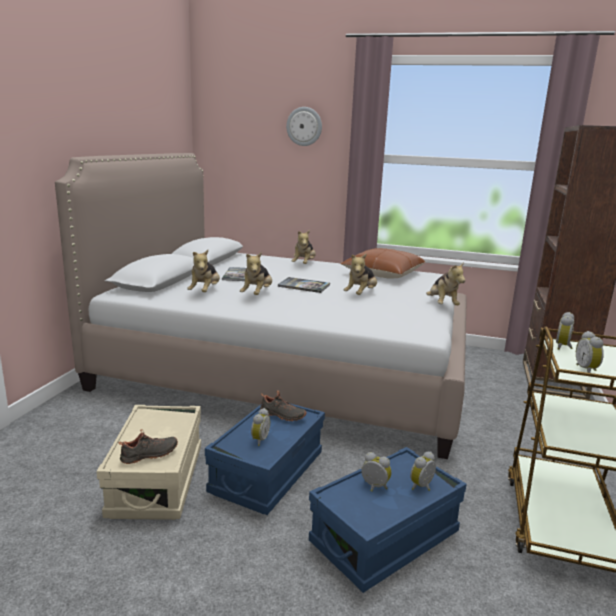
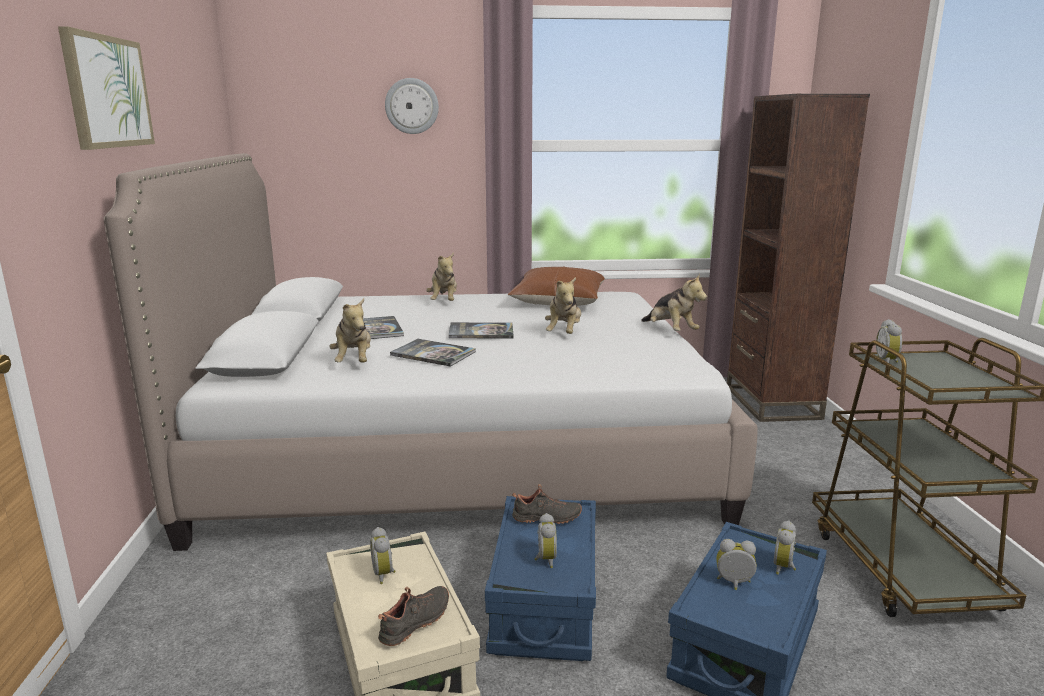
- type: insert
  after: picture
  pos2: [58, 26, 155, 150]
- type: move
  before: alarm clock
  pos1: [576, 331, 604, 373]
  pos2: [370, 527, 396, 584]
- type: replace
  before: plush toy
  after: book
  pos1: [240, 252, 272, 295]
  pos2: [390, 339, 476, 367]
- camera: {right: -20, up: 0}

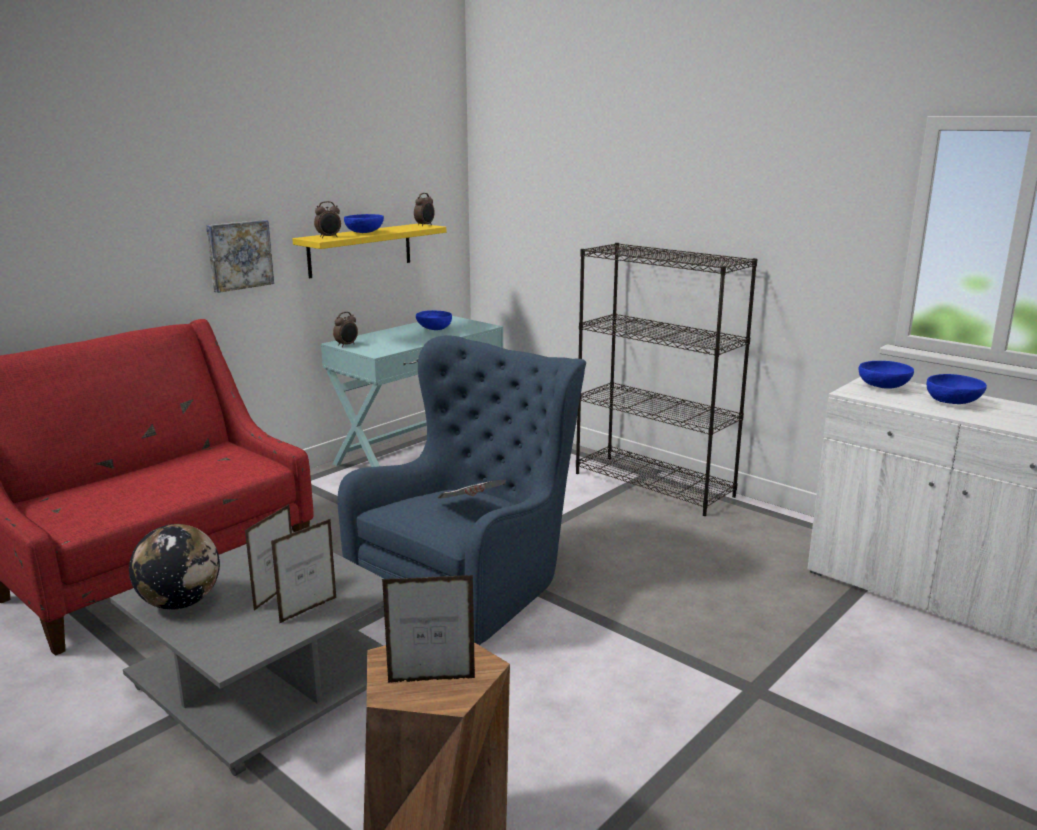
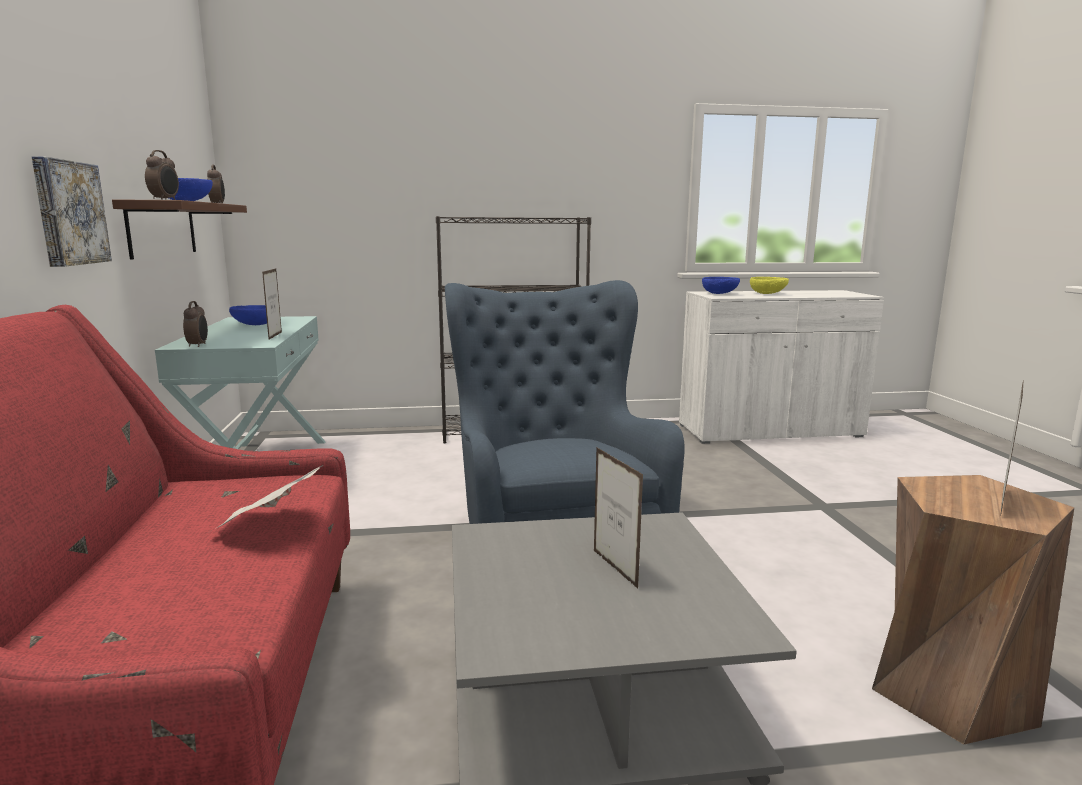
- type: recolor
  before: shelf in yellow
  after: shelf in brown
  pos1: [292, 224, 446, 278]
  pos2: [112, 199, 247, 260]
- type: move
  before: newspaper
  pos1: [437, 480, 506, 499]
  pos2: [217, 465, 323, 528]
- type: move
  before: picture frame
  pos1: [271, 519, 337, 623]
  pos2: [262, 269, 282, 340]
- type: recolor
  before: bowl in blue
  after: bowl in yellow
  pos1: [926, 374, 987, 404]
  pos2: [750, 277, 789, 294]
- type: delete
  before: globe
  pos1: [129, 524, 220, 610]
- camera: {right: -50, up: -5}

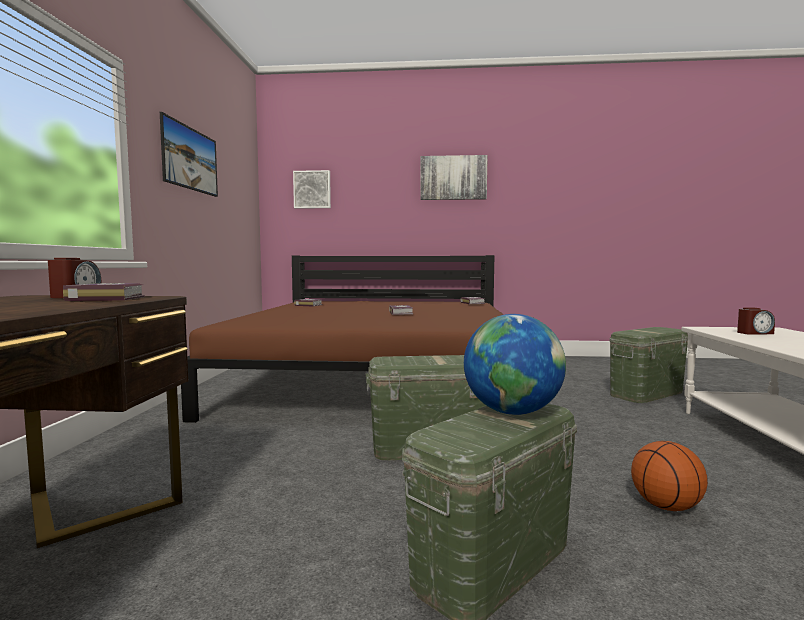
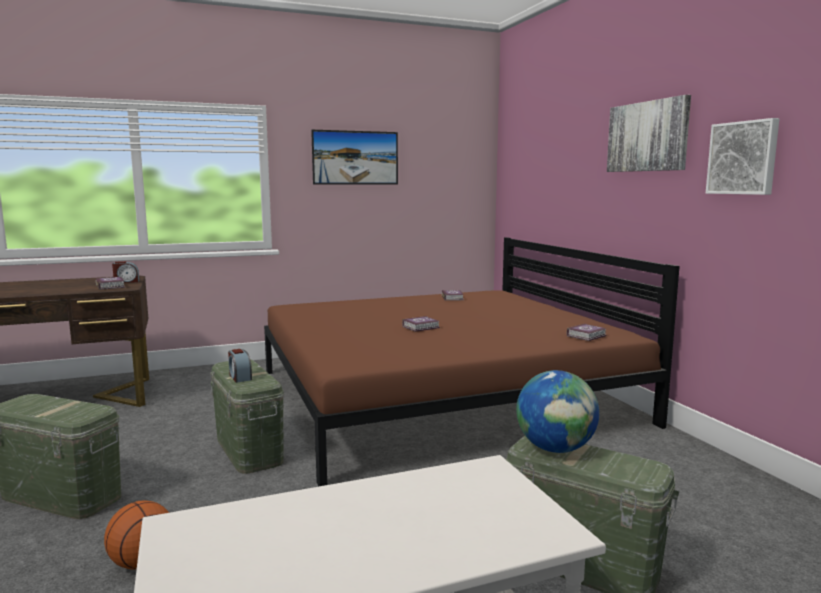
- type: move
  before: alarm clock
  pos1: [737, 308, 775, 335]
  pos2: [228, 349, 252, 383]
- type: move
  before: globe
  pos1: [464, 314, 566, 415]
  pos2: [516, 370, 599, 453]
- type: move
  before: picture
  pos1: [293, 170, 331, 209]
  pos2: [706, 118, 779, 195]
- camera: {right: 65, up: 5}

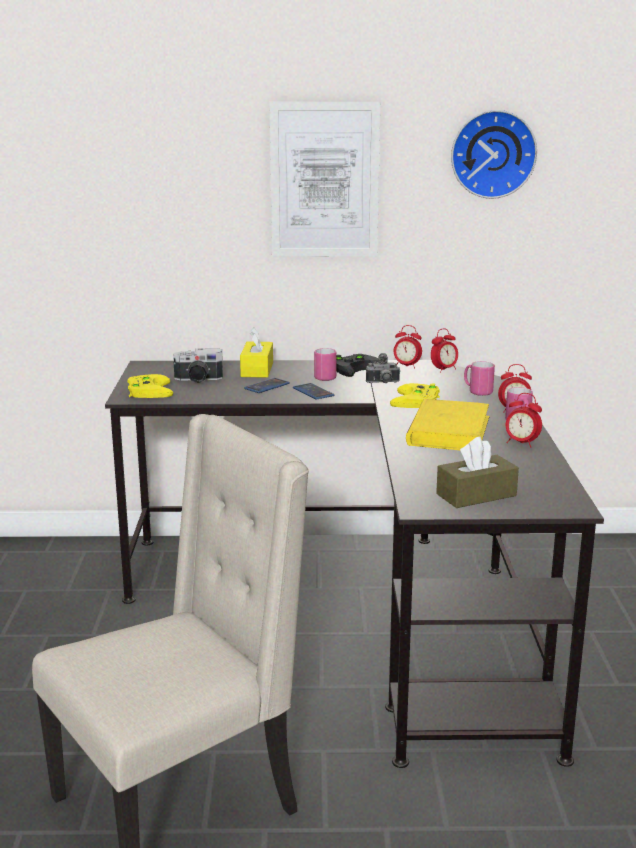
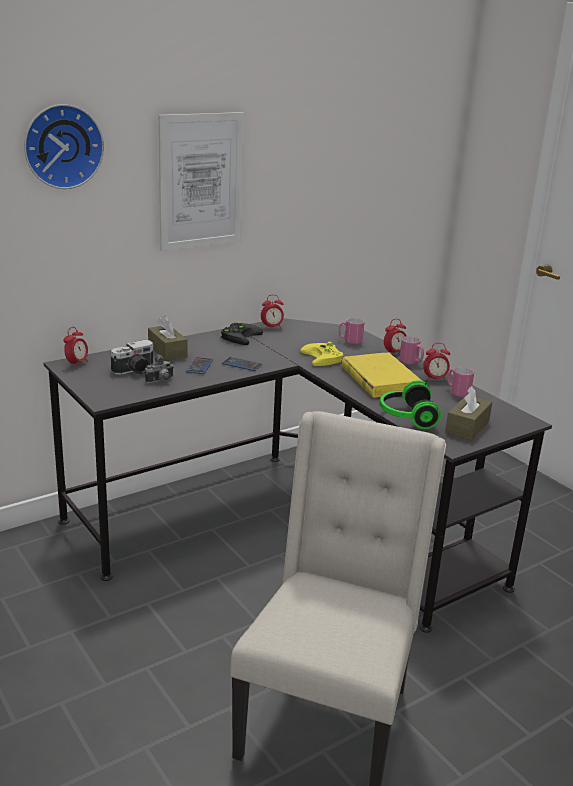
- type: move
  before: wall clock
  pos1: [451, 110, 537, 199]
  pos2: [24, 104, 104, 189]
- type: move
  before: alarm clock
  pos1: [431, 328, 458, 373]
  pos2: [64, 327, 88, 368]
- type: move
  before: photo camera
  pos1: [366, 353, 400, 383]
  pos2: [145, 354, 173, 383]
- type: recolor
  before: tissue box in yellow
  after: tissue box in brown
  pos1: [240, 327, 273, 378]
  pos2: [148, 316, 187, 361]
- type: insert
  after: headphones
  pos2: [380, 376, 441, 429]
- type: move
  before: mug in pink
  pos1: [314, 348, 337, 381]
  pos2: [447, 367, 474, 398]
- type: delete
  before: game controller in yellow
  pos1: [127, 374, 173, 398]
- camera: {right: -35, up: 5}

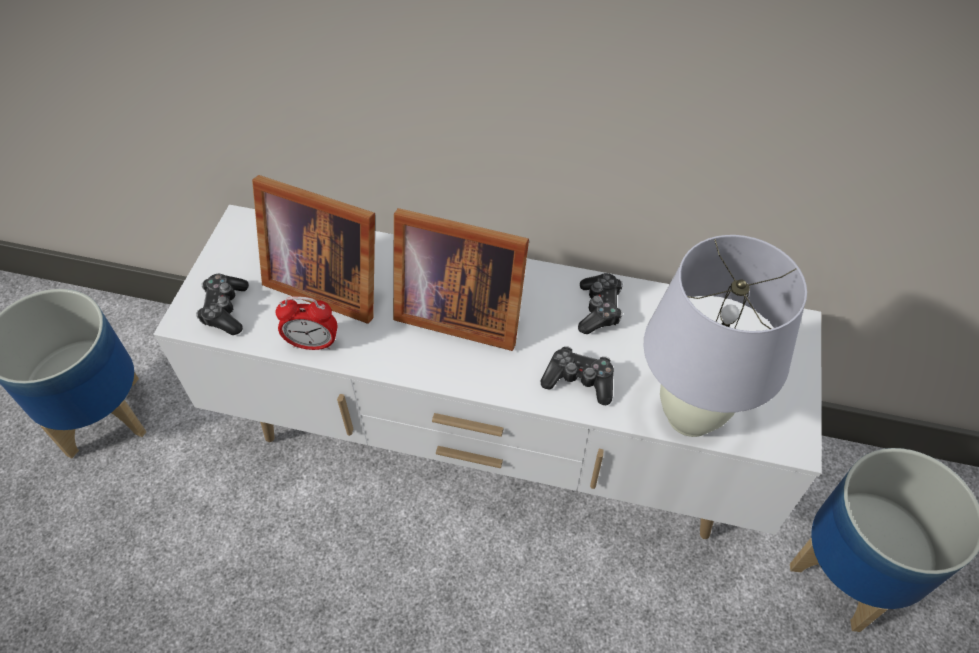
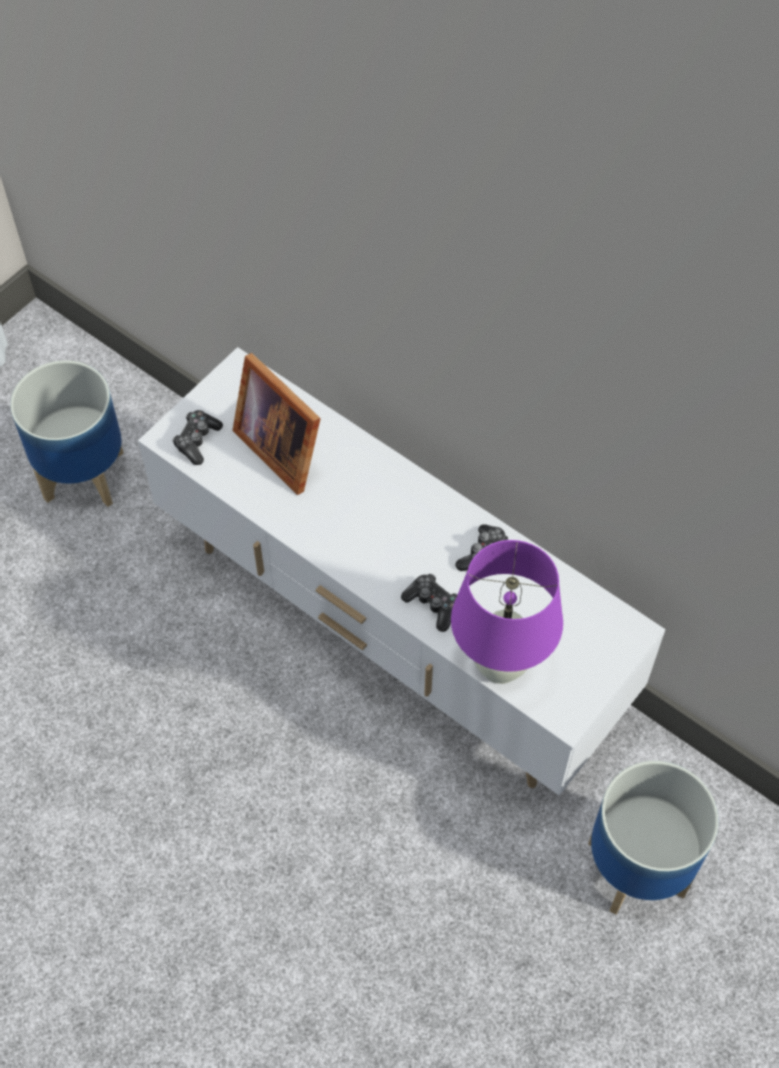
- type: recolor
  before: table lamp in white
  after: table lamp in purple
  pos1: [643, 235, 807, 437]
  pos2: [451, 540, 563, 684]
- type: delete
  before: alarm clock
  pos1: [275, 296, 337, 350]
- type: delete
  before: picture frame
  pos1: [393, 208, 529, 351]
- camera: {right: 25, up: 5}

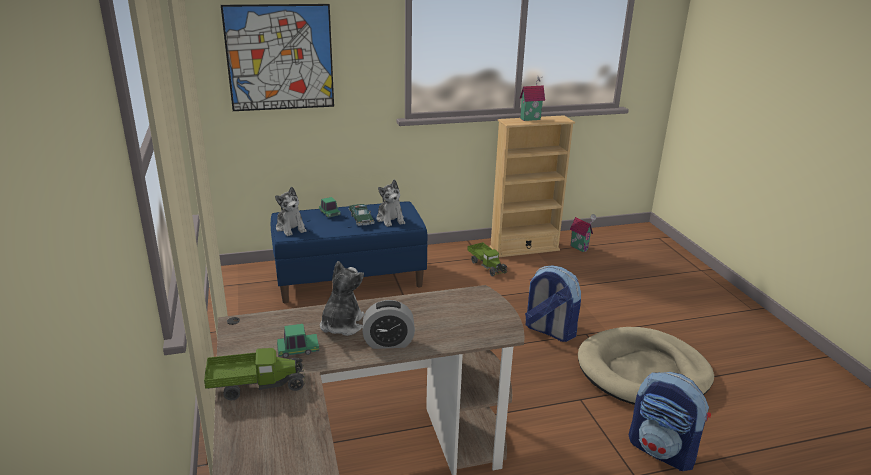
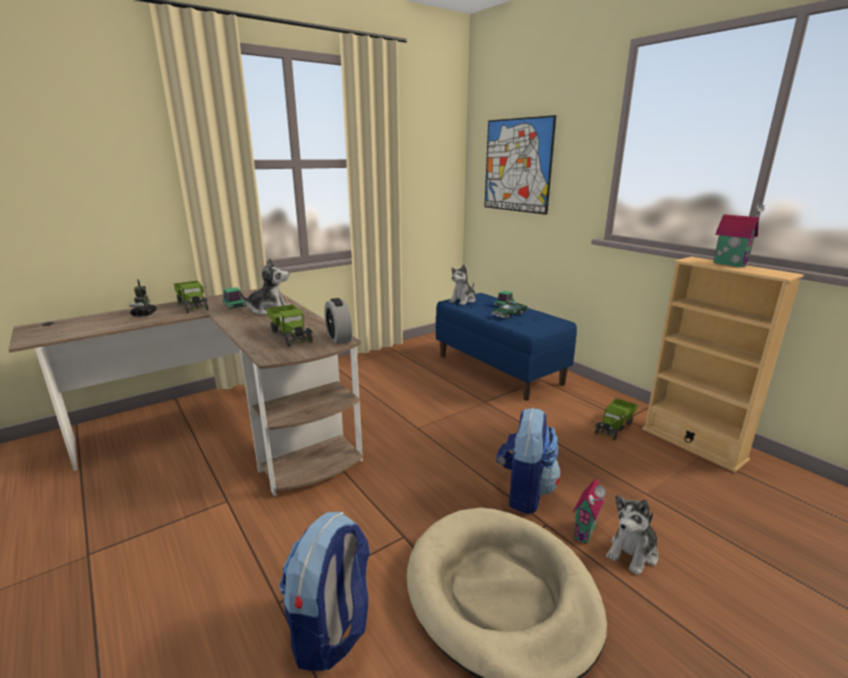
- type: insert
  after: toy robot
  pos2: [129, 280, 157, 317]
- type: insert
  after: toy truck
  pos2: [267, 304, 313, 347]
- type: move
  before: alarm clock
  pos1: [363, 300, 415, 349]
  pos2: [324, 298, 352, 344]
- type: move
  before: toy house
  pos1: [570, 214, 596, 252]
  pos2: [573, 478, 606, 544]
- type: move
  before: plush toy
  pos1: [377, 179, 405, 227]
  pos2: [606, 495, 658, 575]
- camera: {right: 70, up: -5}

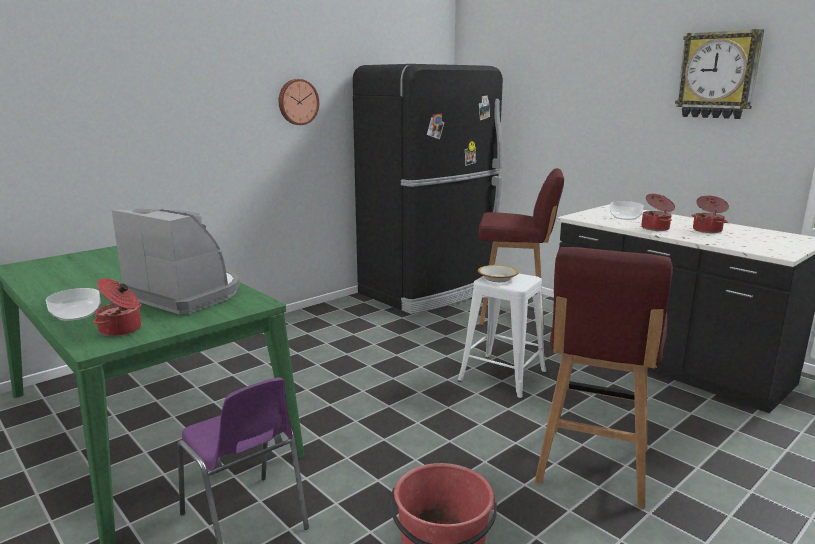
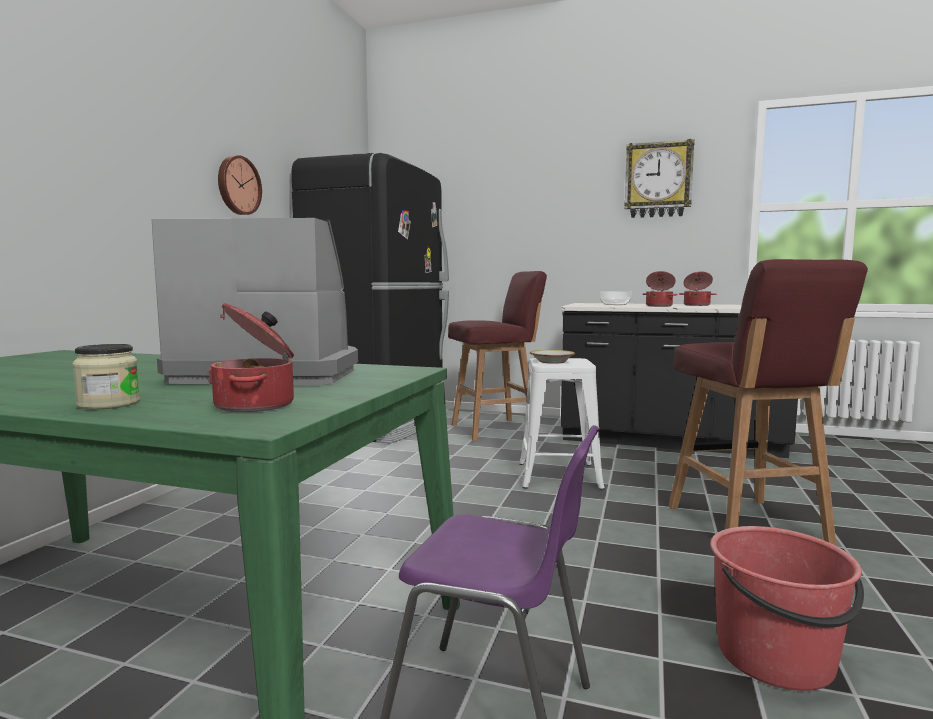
- type: replace
  before: bowl
  after: jar
  pos1: [46, 288, 101, 321]
  pos2: [72, 344, 140, 410]
- camera: {right: -30, up: -10}

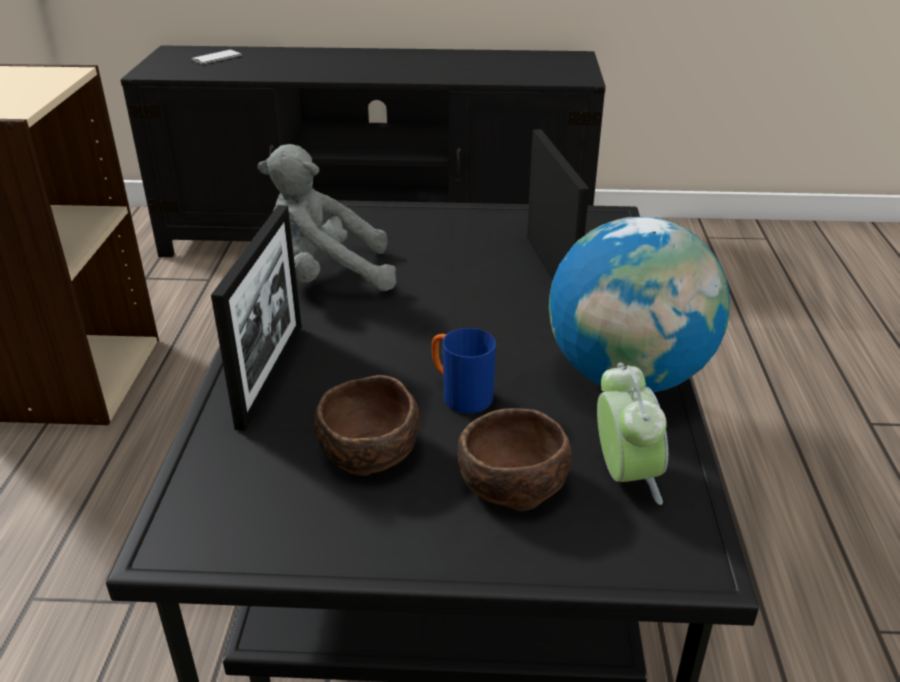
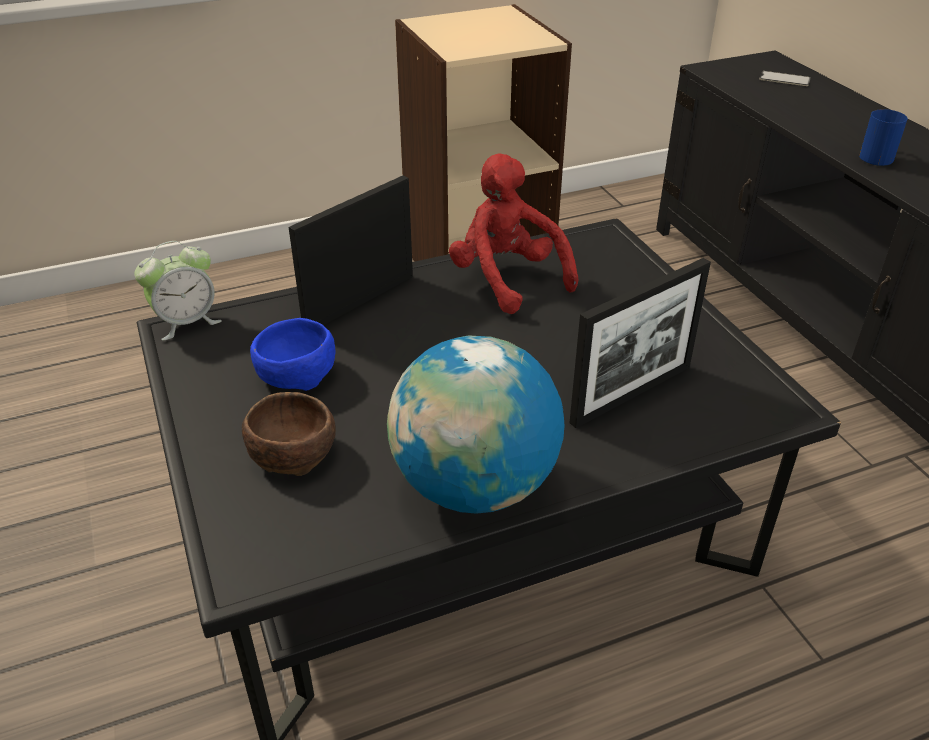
- type: move
  before: alarm clock
  pos1: [597, 363, 668, 505]
  pos2: [134, 241, 222, 341]
- type: recolor
  before: bowl in brown
  after: bowl in blue
  pos1: [314, 375, 420, 476]
  pos2: [250, 318, 336, 391]
- type: rotate
  before: picture frame
  pos1: [211, 205, 302, 431]
  pos2: [289, 175, 413, 325]
  turn: 150
- type: recolor
  before: plush toy in grey
  after: plush toy in red
  pos1: [257, 144, 396, 291]
  pos2: [449, 153, 578, 314]
- type: move
  before: mug in blue
  pos1: [432, 328, 496, 413]
  pos2: [859, 109, 908, 166]
- camera: {right: 65, up: 5}

